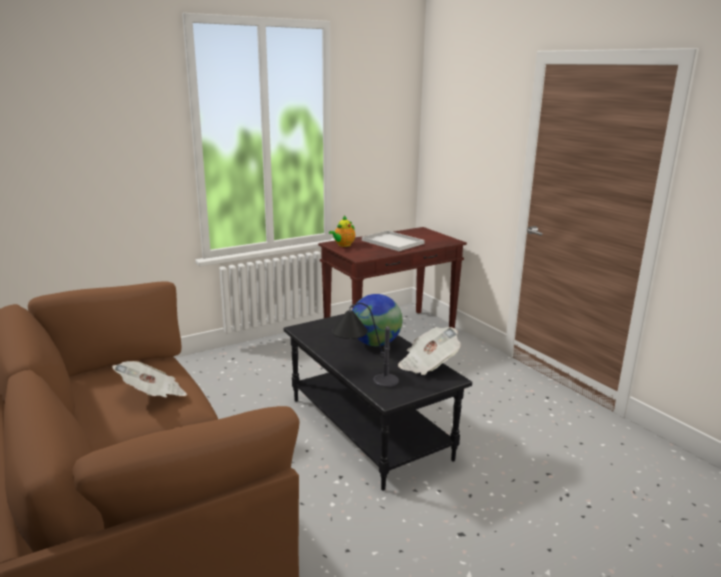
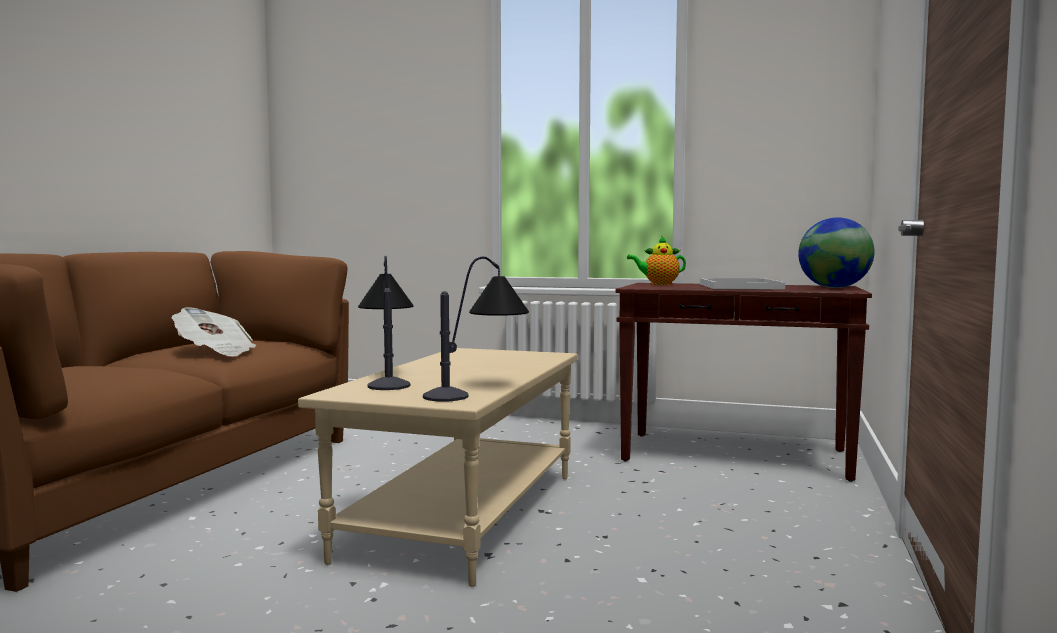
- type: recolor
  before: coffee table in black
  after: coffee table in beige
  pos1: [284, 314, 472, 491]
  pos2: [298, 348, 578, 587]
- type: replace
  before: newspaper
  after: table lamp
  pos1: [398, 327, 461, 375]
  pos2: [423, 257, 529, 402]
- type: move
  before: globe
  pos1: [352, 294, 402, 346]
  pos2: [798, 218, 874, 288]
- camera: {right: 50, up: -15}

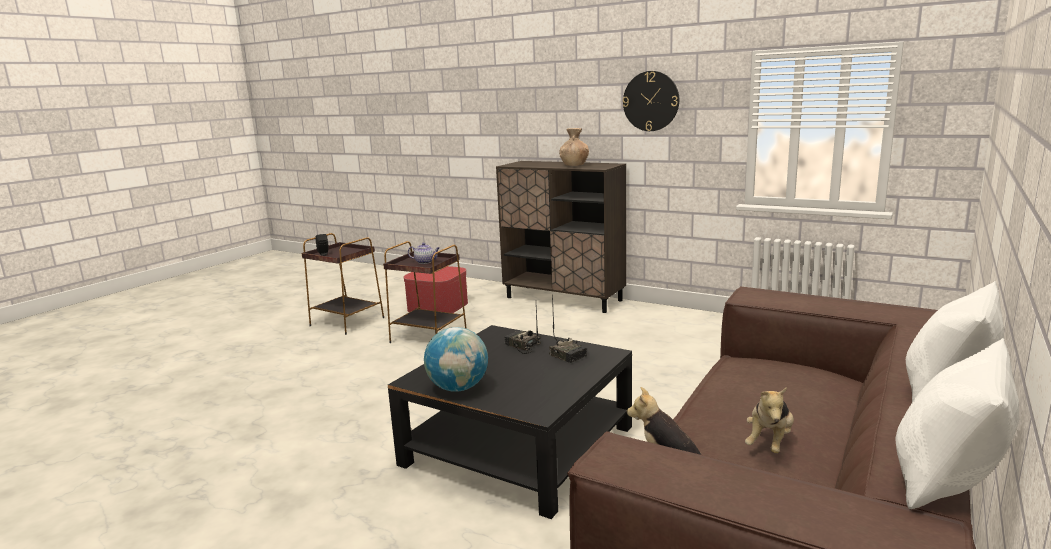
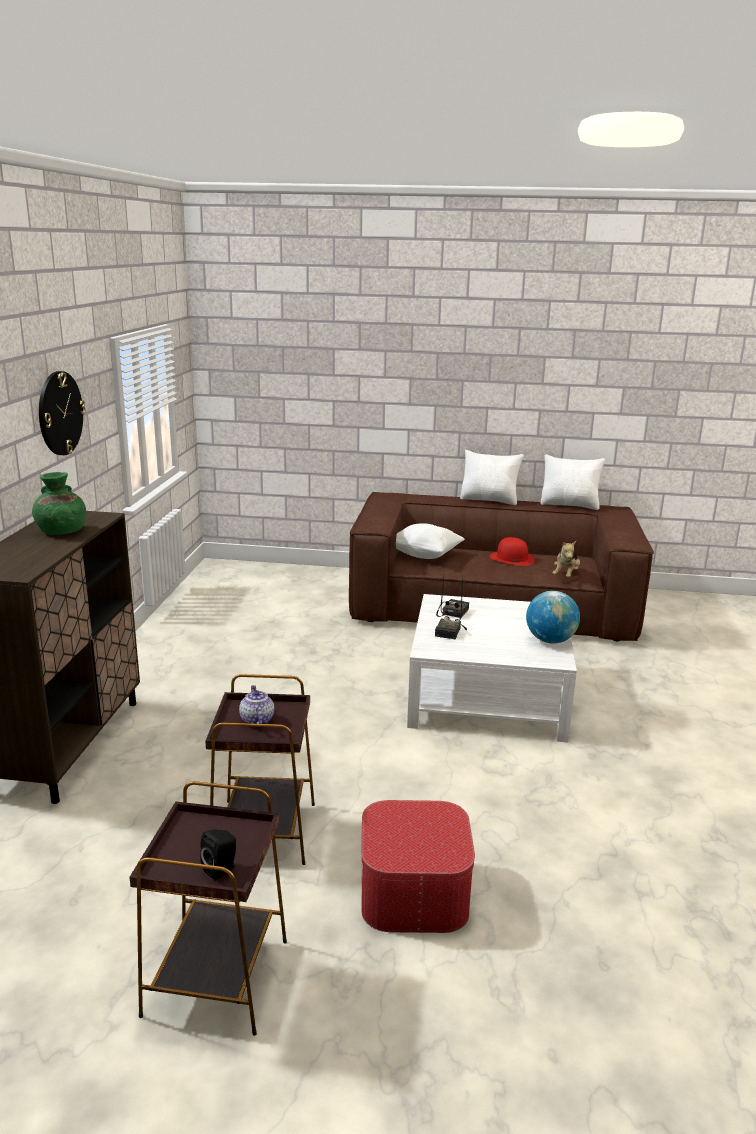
- type: recolor
  before: vase in brown
  after: vase in green
  pos1: [559, 128, 589, 166]
  pos2: [32, 472, 86, 535]
- type: move
  before: ottoman
  pos1: [403, 266, 468, 313]
  pos2: [361, 800, 475, 933]
- type: insert
  after: pillow in white
  pos2: [396, 523, 465, 559]
- type: recolor
  before: coffee table in black
  after: coffee table in white
  pos1: [388, 325, 632, 519]
  pos2: [407, 594, 577, 743]
- type: replace
  before: plush toy
  after: hat in red
  pos1: [745, 387, 794, 453]
  pos2: [490, 537, 535, 566]
- camera: {right: -115, up: 5}

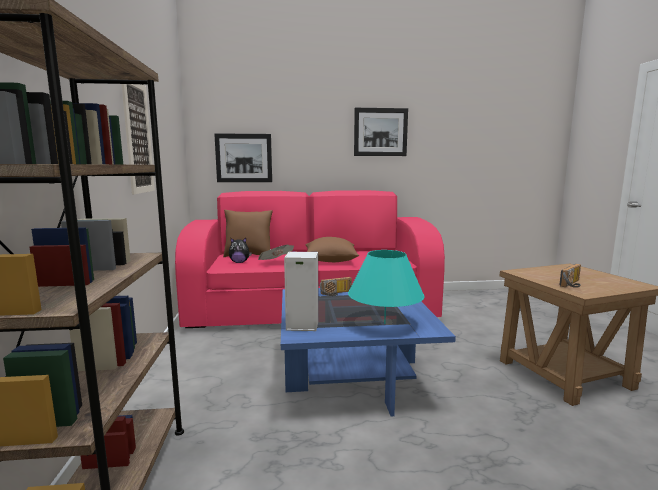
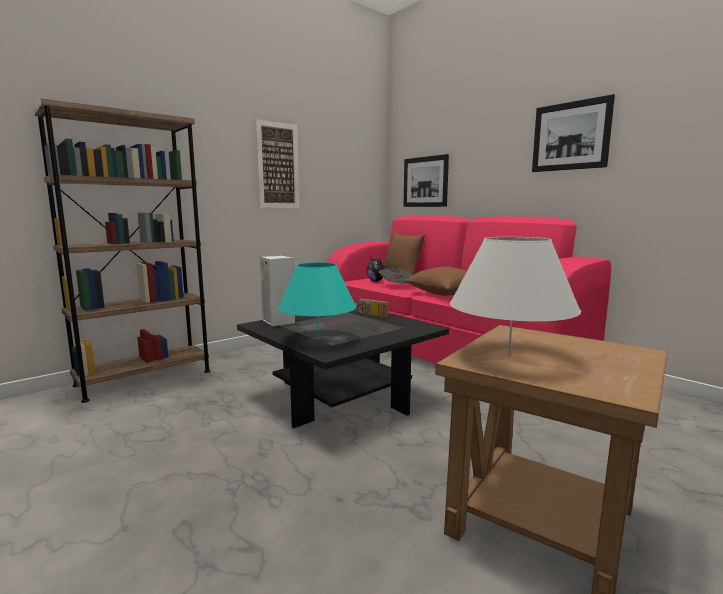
- type: recolor
  before: coffee table in blue
  after: coffee table in black
  pos1: [281, 288, 456, 417]
  pos2: [237, 305, 449, 428]
- type: replace
  before: radio
  after: table lamp in white
  pos1: [559, 264, 581, 288]
  pos2: [450, 237, 581, 356]
- camera: {right: 55, up: 0}

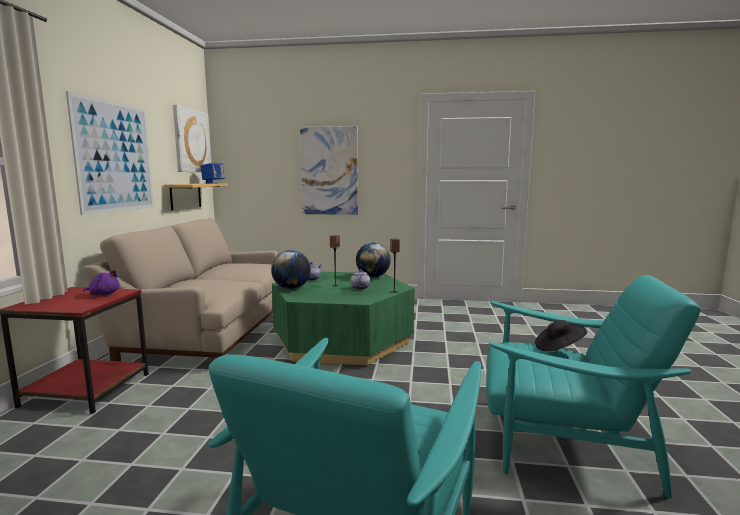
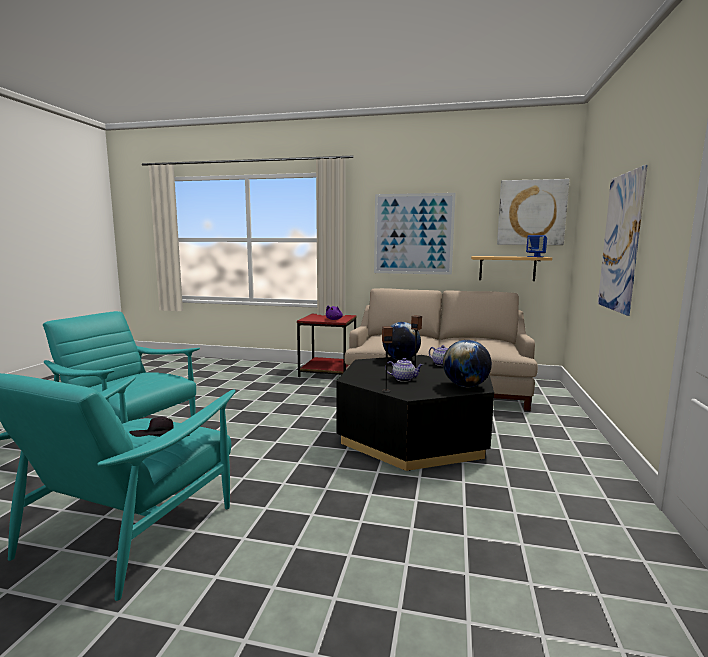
- type: recolor
  before: coffee table in green
  after: coffee table in black
  pos1: [272, 272, 414, 366]
  pos2: [336, 355, 494, 471]
- camera: {right: 95, up: 0}

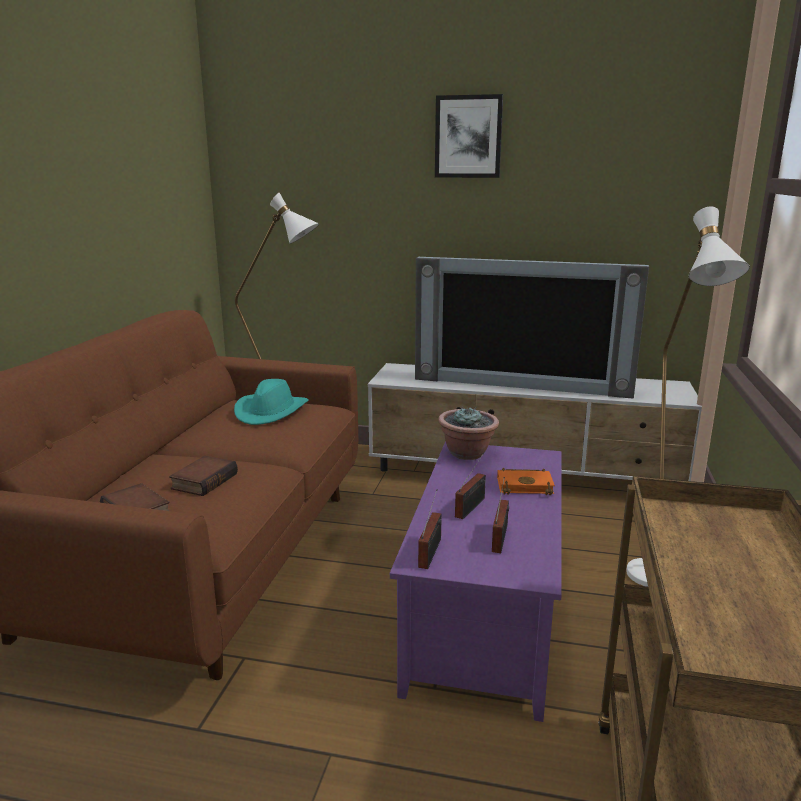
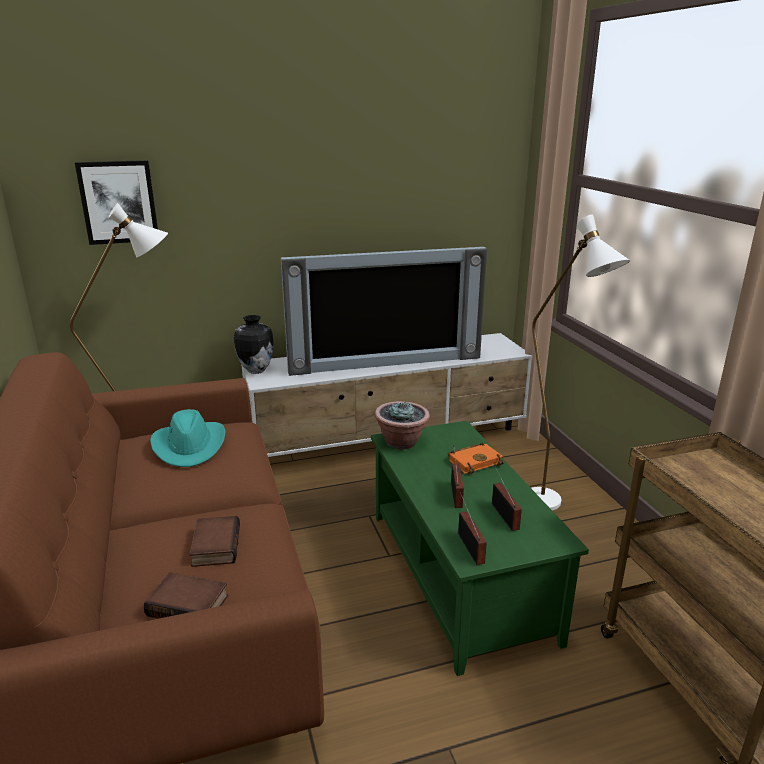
- type: move
  before: picture
  pos1: [435, 94, 503, 178]
  pos2: [75, 160, 158, 245]
- type: insert
  after: vase
  pos2: [234, 315, 274, 374]
- type: recolor
  before: coffee table in purple
  after: coffee table in green
  pos1: [390, 442, 562, 722]
  pos2: [371, 421, 589, 676]
- camera: {right: -30, up: 5}

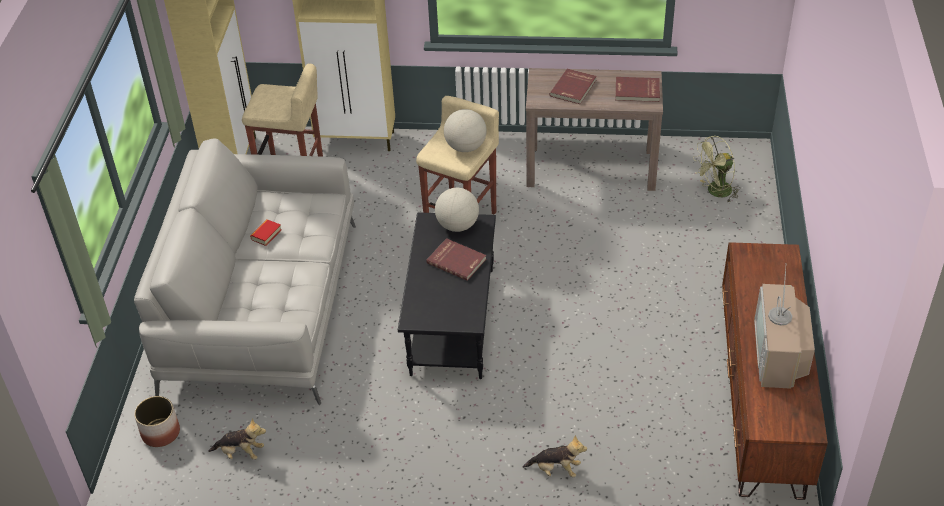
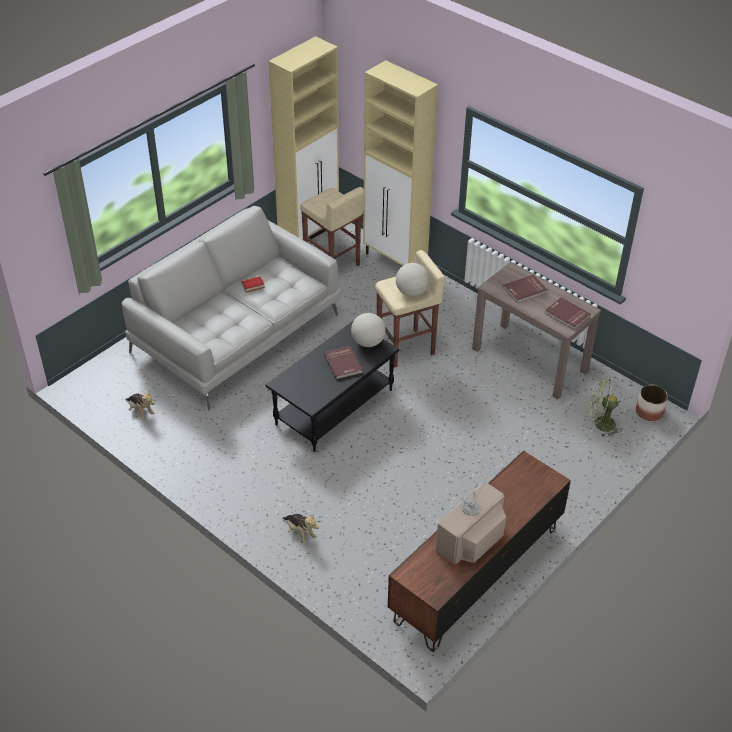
- type: move
  before: planter
  pos1: [134, 396, 180, 447]
  pos2: [636, 385, 668, 421]
- camera: {right: 35, up: 0}

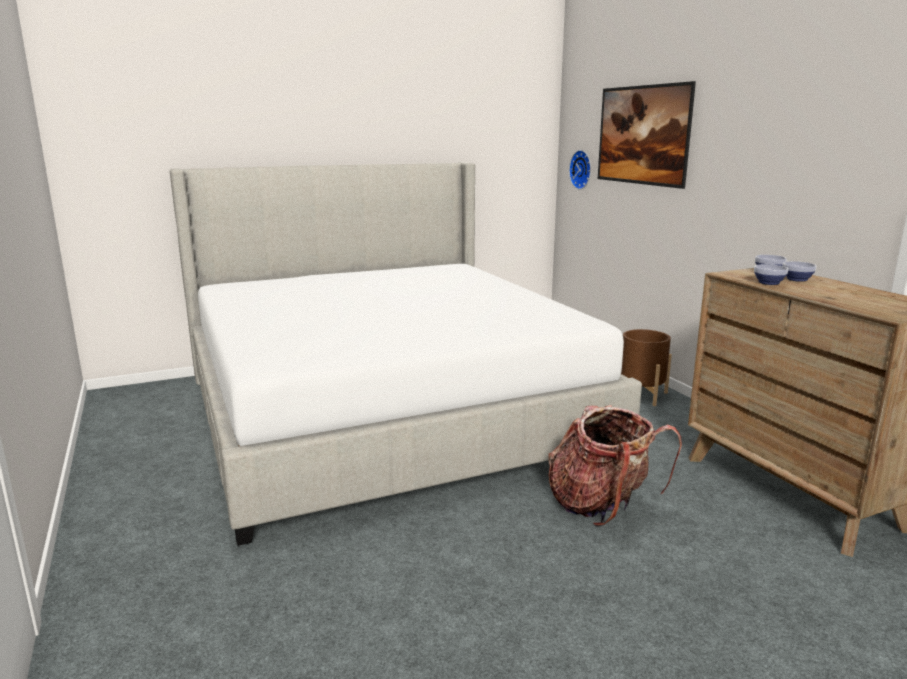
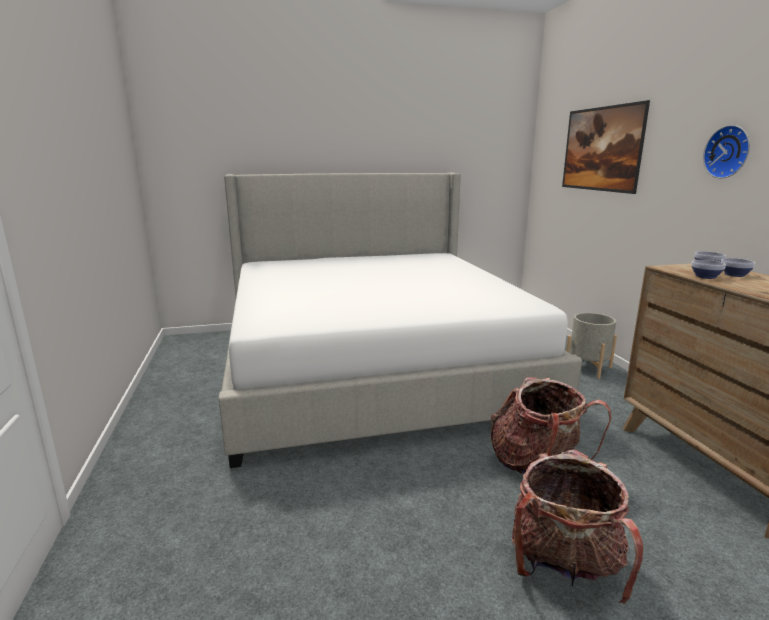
- type: insert
  after: backpack
  pos2: [512, 449, 643, 604]
- type: recolor
  before: planter in brown
  after: planter in grey
  pos1: [621, 329, 672, 406]
  pos2: [566, 313, 617, 379]
- type: move
  before: wall clock
  pos1: [569, 150, 591, 189]
  pos2: [703, 125, 750, 178]
- camera: {right: 10, up: 0}

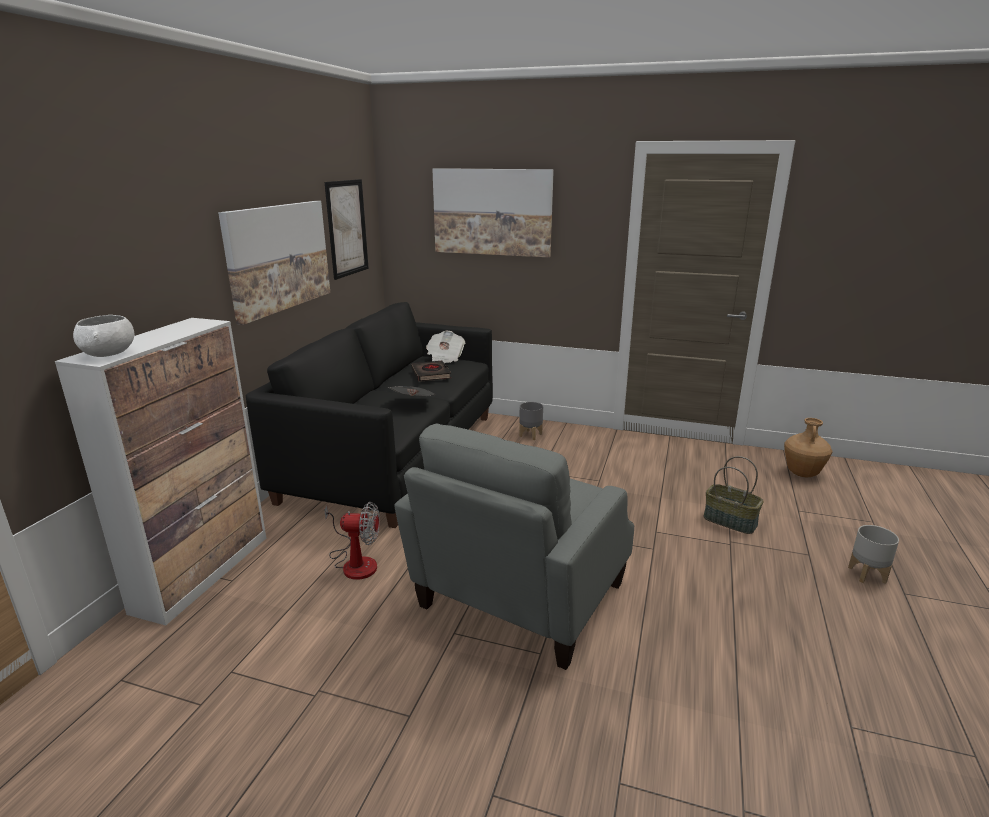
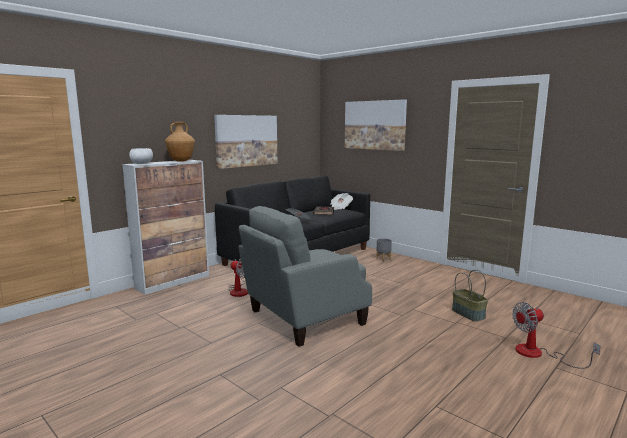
- type: move
  before: vase in brown
  pos1: [784, 418, 833, 477]
  pos2: [165, 122, 195, 162]
- type: replace
  before: planter in grey
  after: fan
  pos1: [848, 525, 899, 584]
  pos2: [512, 302, 601, 369]
- type: delete
  before: picture
  pos1: [324, 179, 369, 280]
- camera: {right: 25, up: -10}

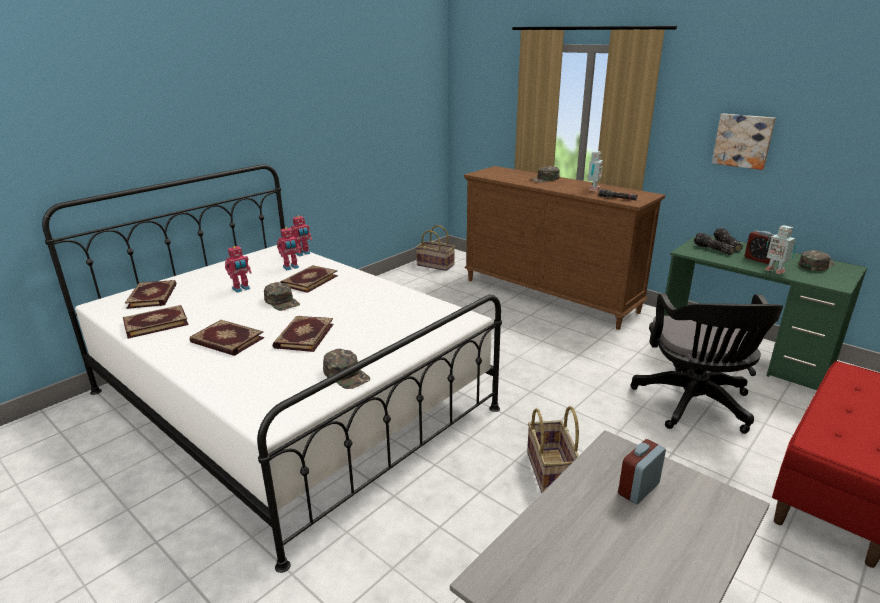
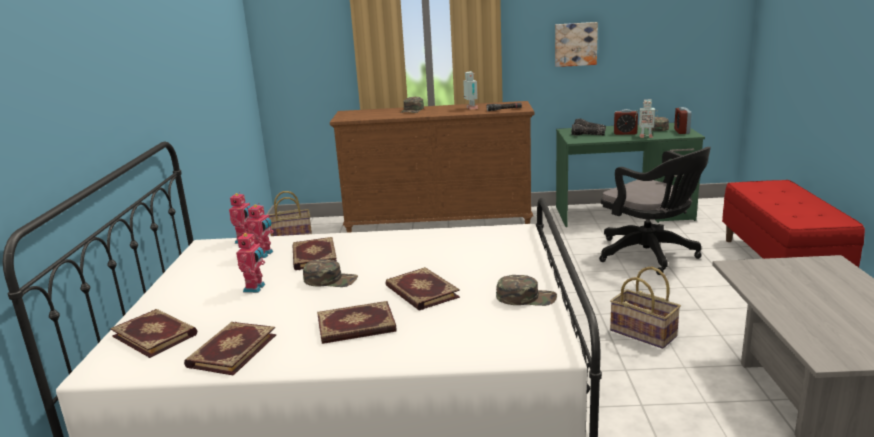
- type: move
  before: alarm clock
  pos1: [618, 439, 666, 504]
  pos2: [674, 107, 692, 134]
- camera: {right: -40, up: -5}

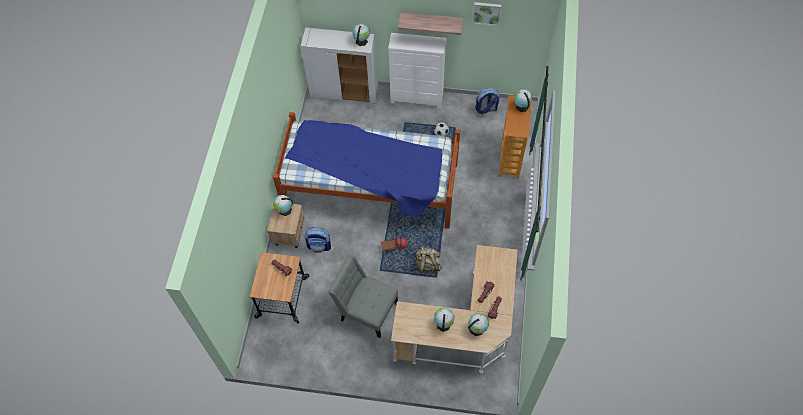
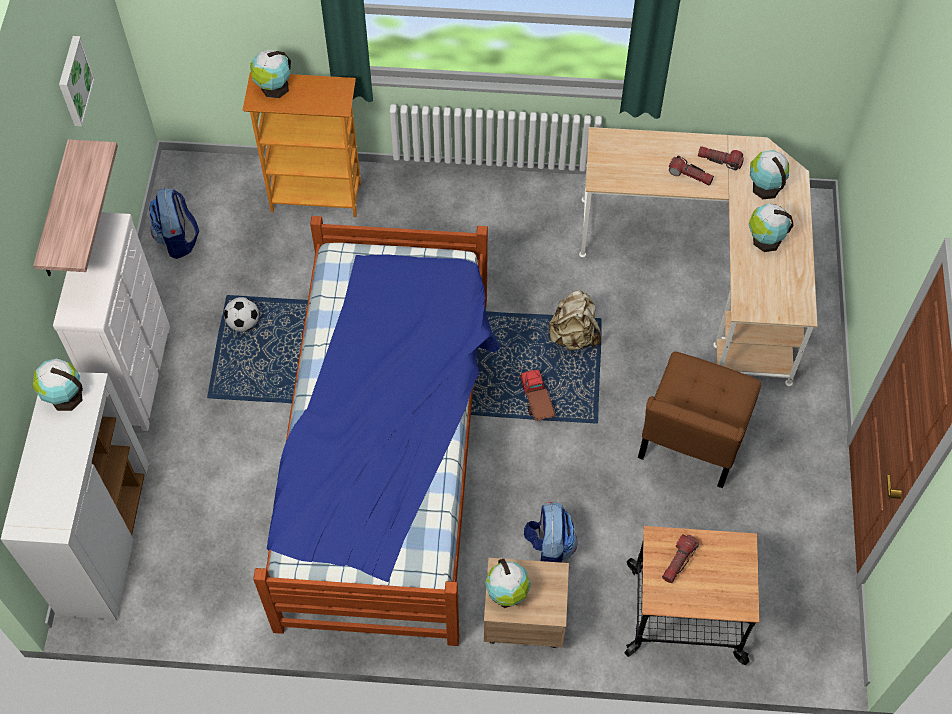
- type: recolor
  before: chair in grey
  after: chair in brown
  pos1: [328, 254, 398, 338]
  pos2: [638, 352, 761, 488]
- camera: {right: -95, up: 0}

